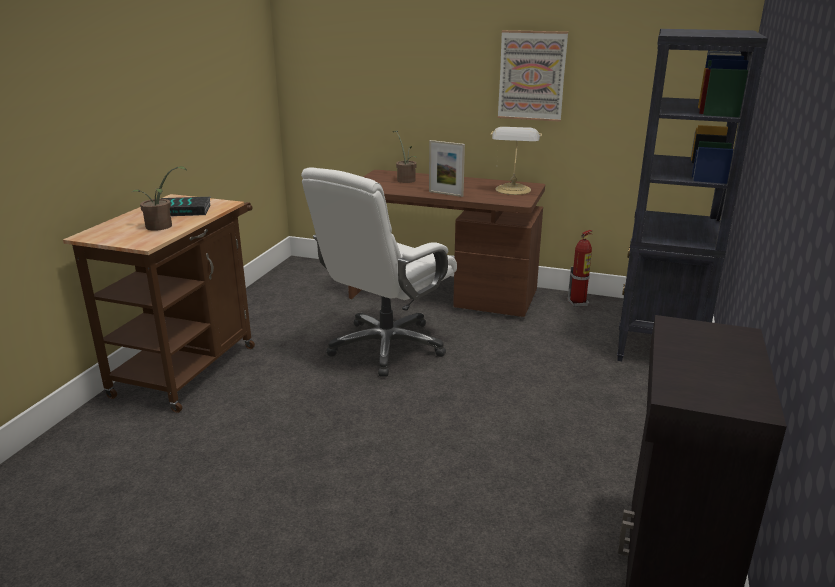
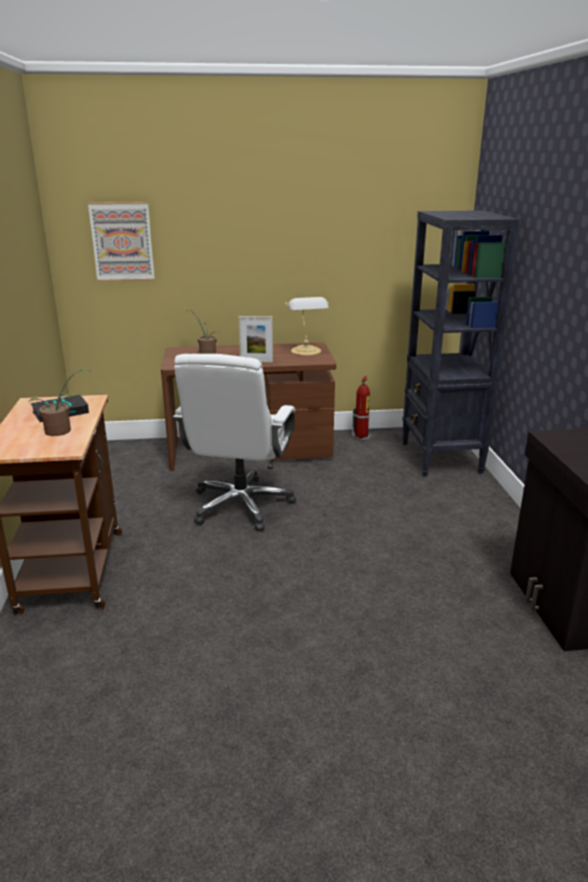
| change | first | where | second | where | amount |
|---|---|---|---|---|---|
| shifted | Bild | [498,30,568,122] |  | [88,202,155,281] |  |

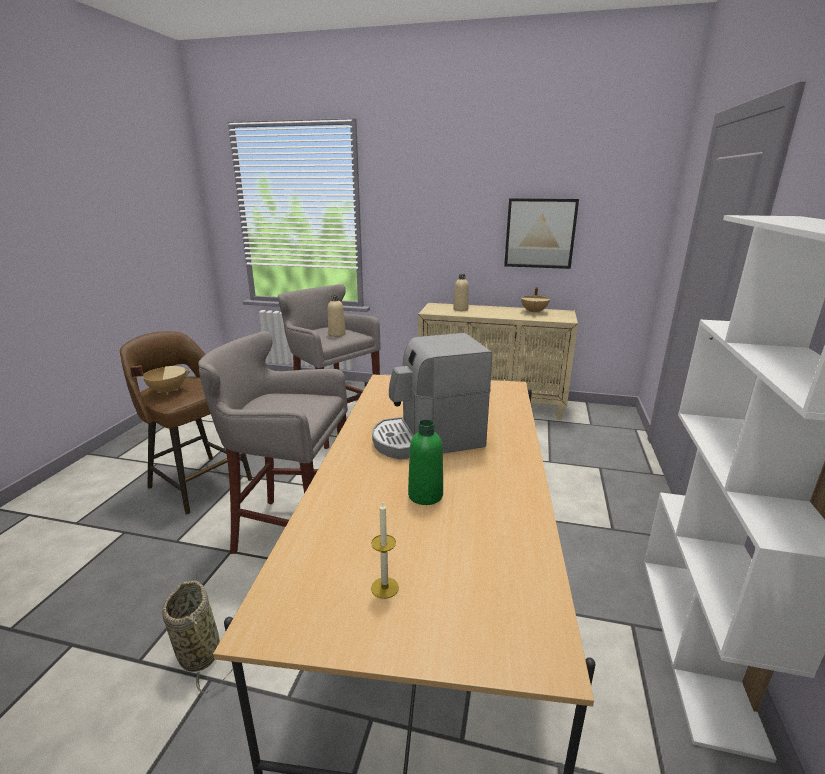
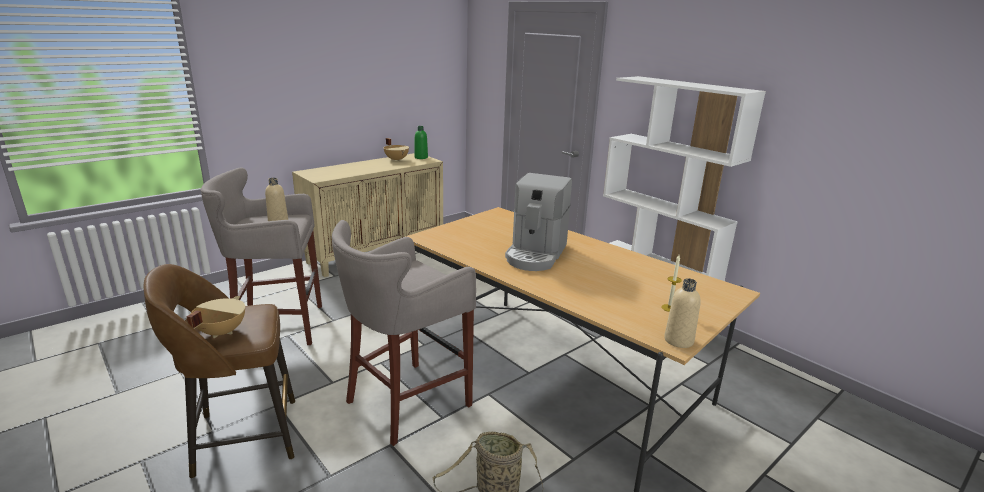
| change | first | where | second | where | amount |
|---|---|---|---|---|---|
| gone | Bild | [504,198,579,269] |  |  |  |
| shifted | Flasche [grün] | [408,419,443,505] |  | [414,126,428,159] |  |
| shifted | Flasche [beige] | [453,274,469,311] |  | [664,278,701,348] |  |

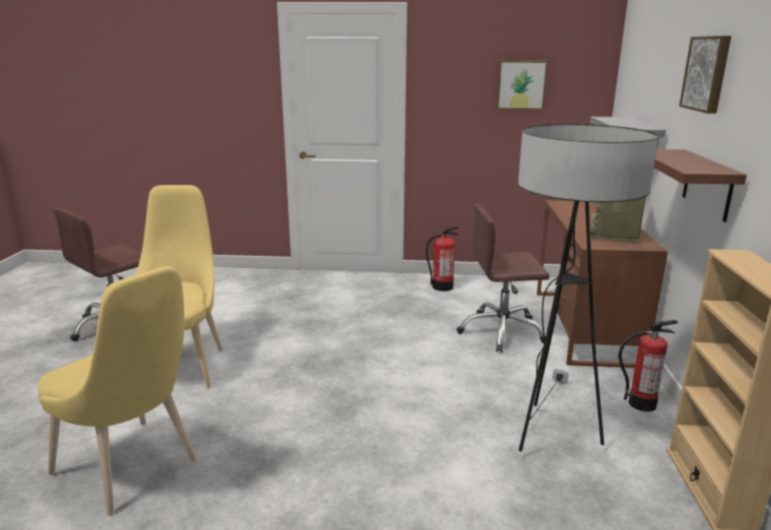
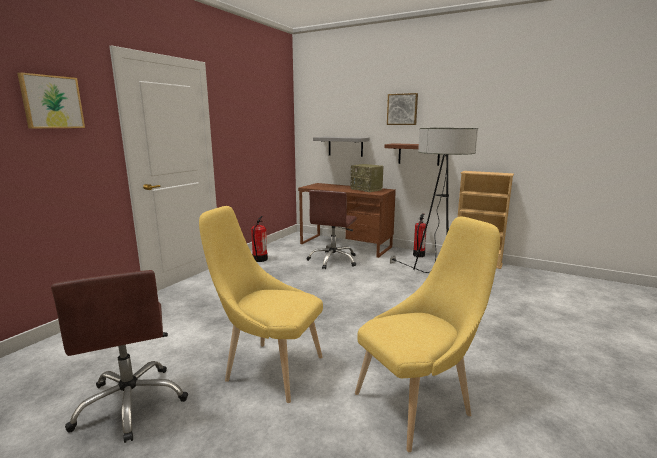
| change | first | where | second | where | amount |
|---|---|---|---|---|---|
| shifted | Bild | [496,61,548,110] |  | [17,72,85,129] |  |

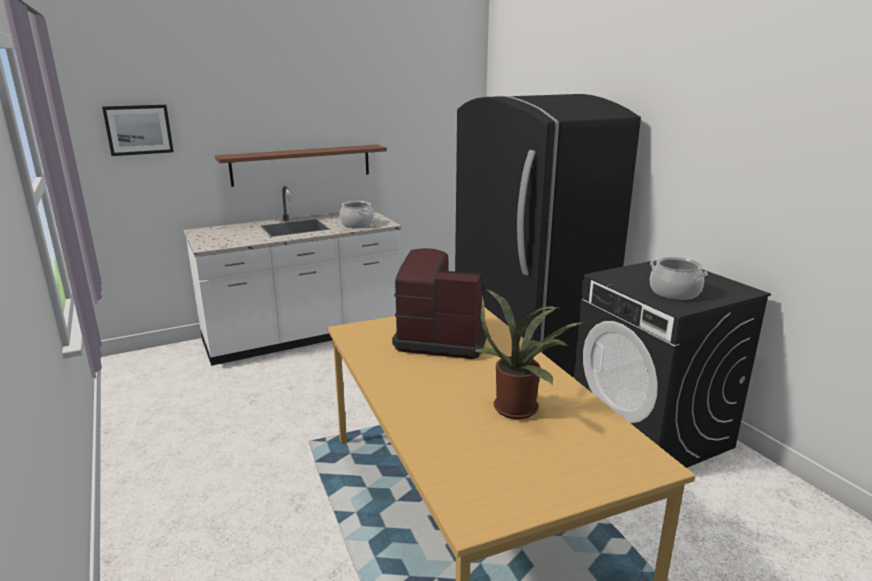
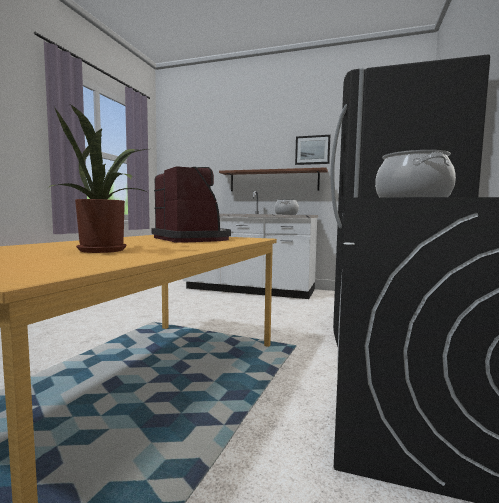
| change | first | where | second | where | amount |
|---|---|---|---|---|---|
| shifted | Bild | [102,105,174,156] |  | [295,135,330,165] |  |

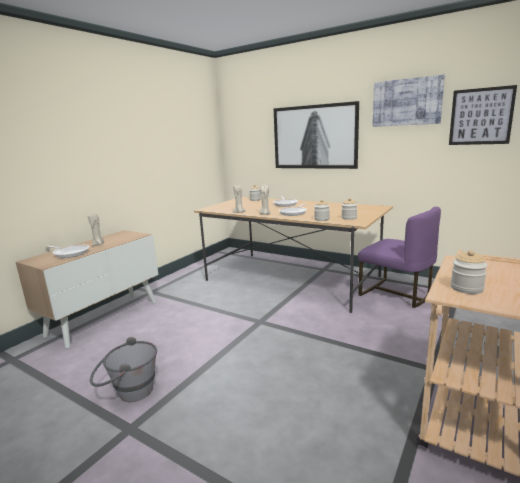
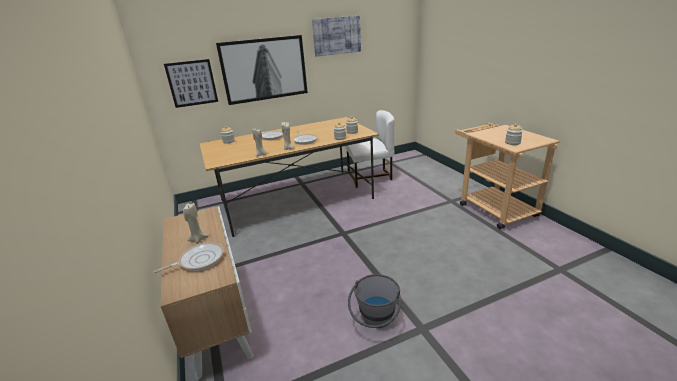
| change | first | where | second | where | amount |
|---|---|---|---|---|---|
| shifted | Bild | [449,85,517,145] |  | [164,59,218,108] |  |
| repainted | Stuhl [lila] | [358,207,441,308] | Stuhl [weiß] | [345,110,395,188] |  |

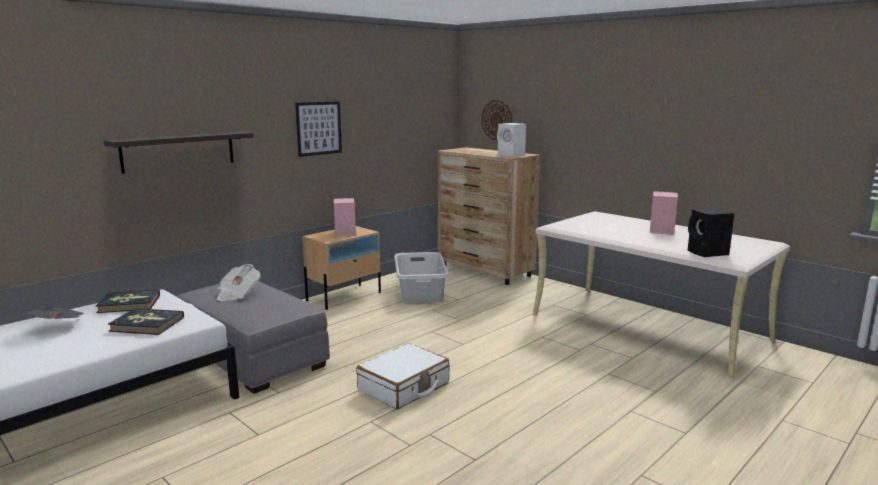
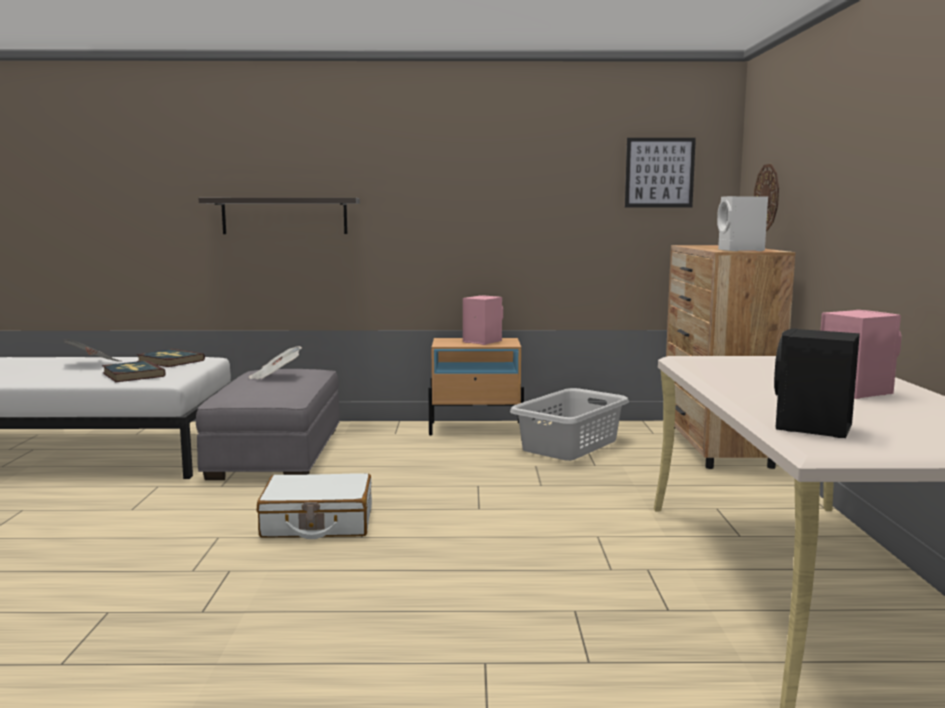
| change | first | where | second | where | amount |
|---|---|---|---|---|---|
| shifted | Bild | [295,101,342,157] |  | [625,138,696,207] |  |

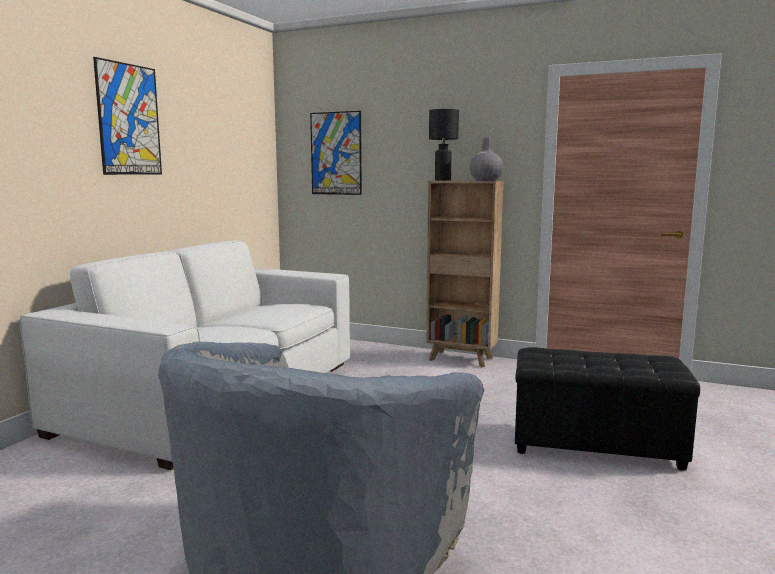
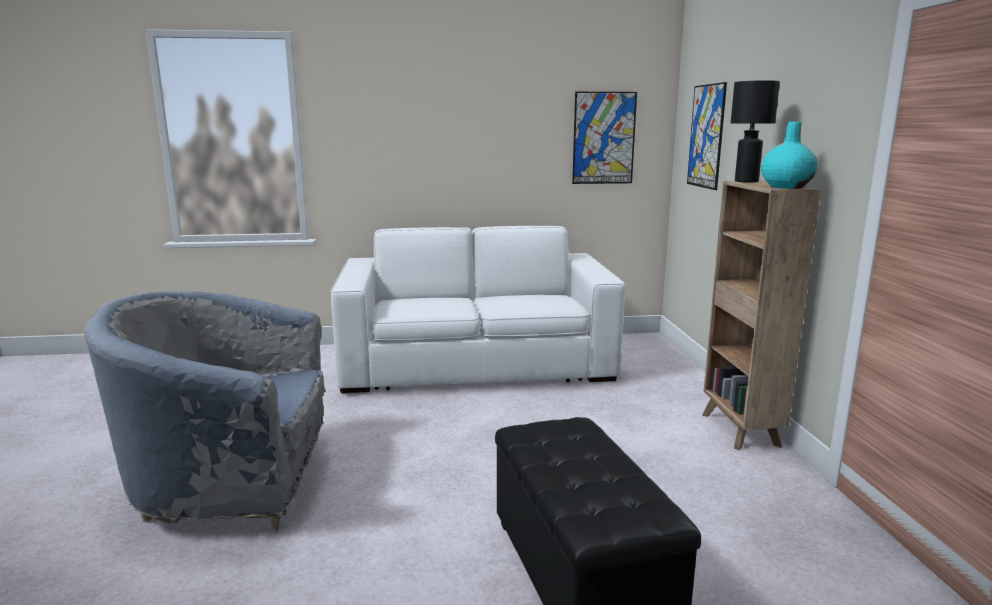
| change | first | where | second | where | amount |
|---|---|---|---|---|---|
| shifted | Bild | [93,57,162,175] |  | [572,92,637,184] |  |
| repainted | Vase [grau] | [469,137,504,181] | Vase [türkis] | [761,122,818,189] |  |

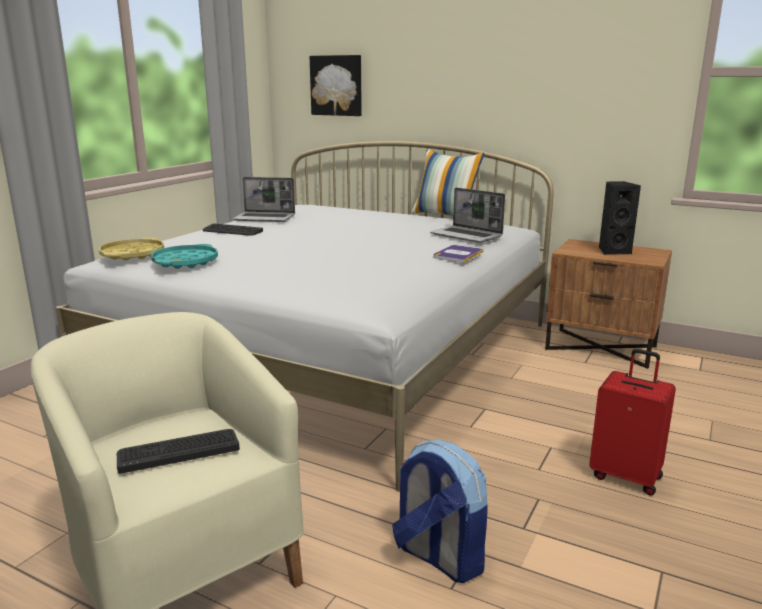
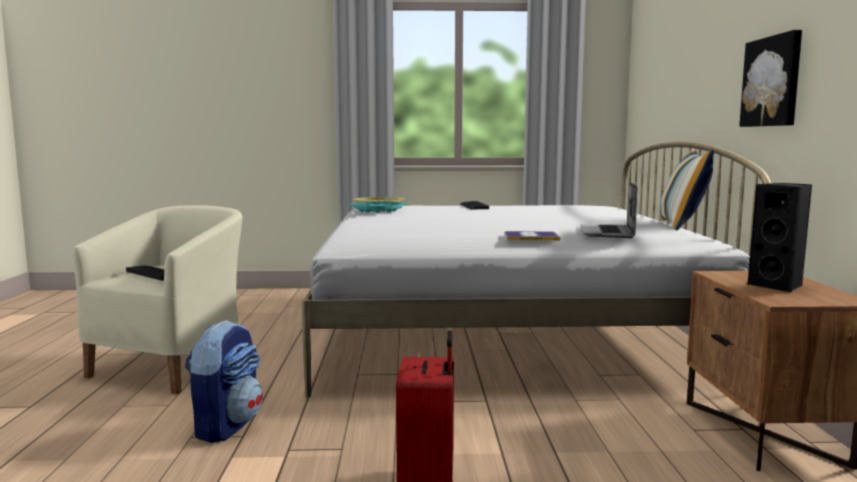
| change | first | where | second | where | amount |
|---|---|---|---|---|---|
| gone | Laptop | [233,177,295,222] |  |  |  |
| shifted | Bild | [310,55,362,116] |  | [739,30,802,127] |  |

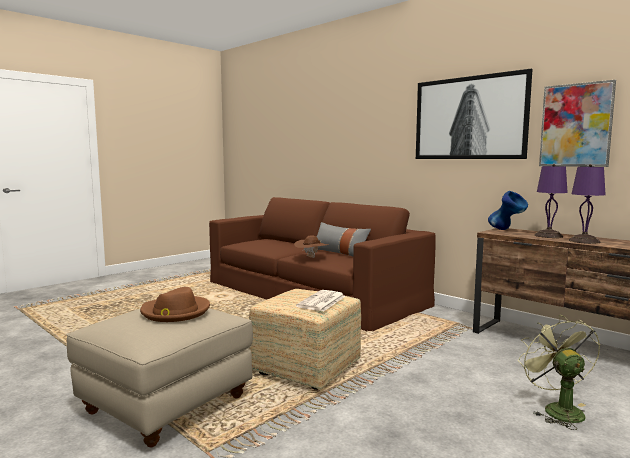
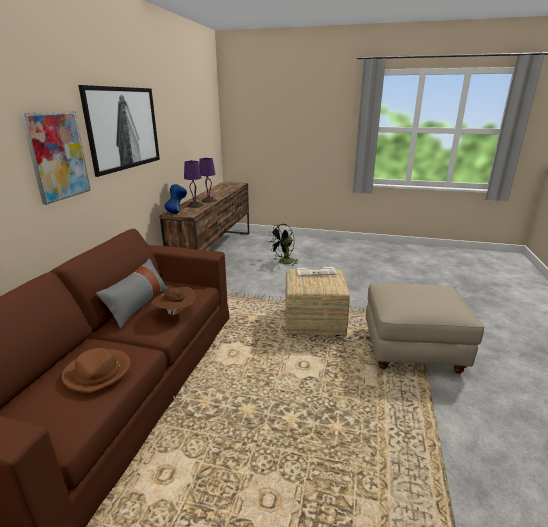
| change | first | where | second | where | amount |
|---|---|---|---|---|---|
| shifted | Hut [braun] | [140,287,210,322] |  | [62,348,131,394] |  |
| shifted | Bild | [539,80,616,167] |  | [20,111,91,205] |  |
| repainted | Ventilator [grün] | [518,315,600,430] | Ventilator [schwarz] | [269,224,298,266] |  |

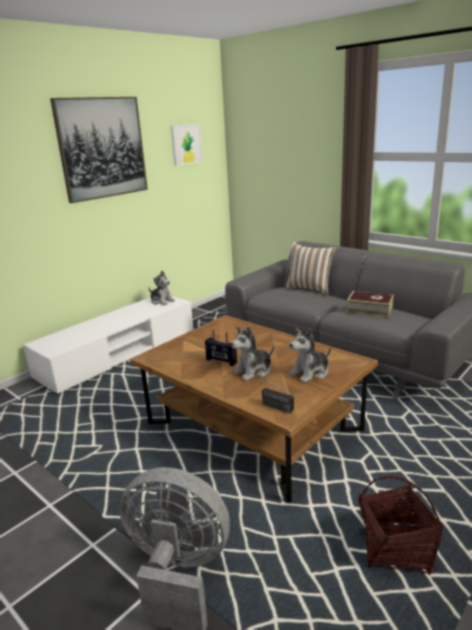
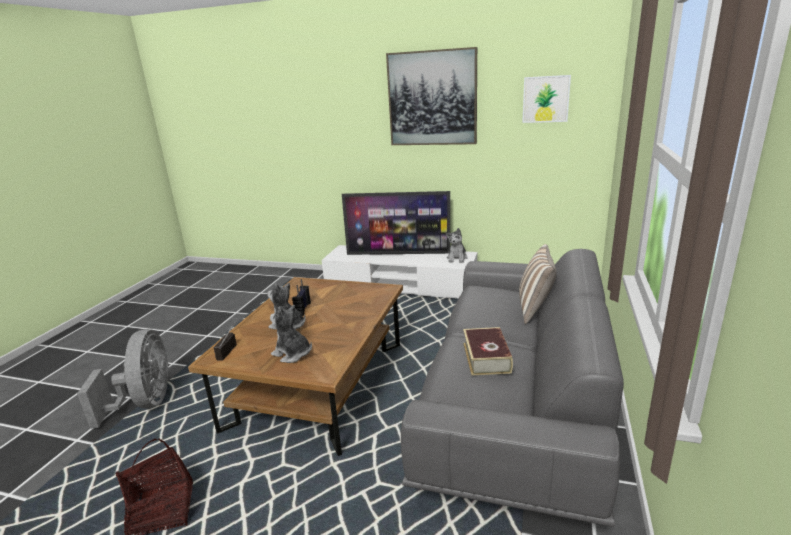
| change | first | where | second | where | amount |
|---|---|---|---|---|---|
| new |  |  | Fernseher | [342,191,450,255] |  |

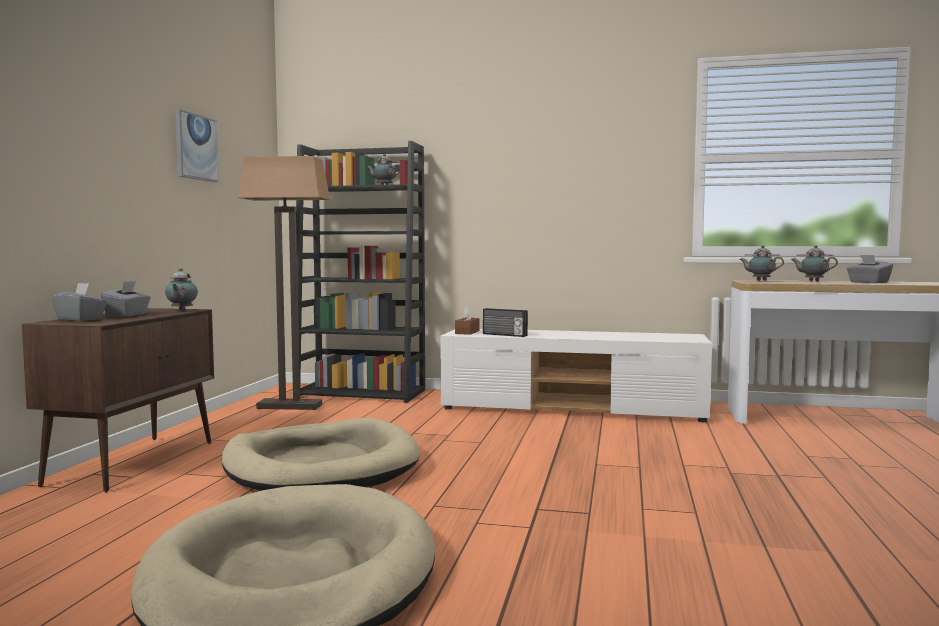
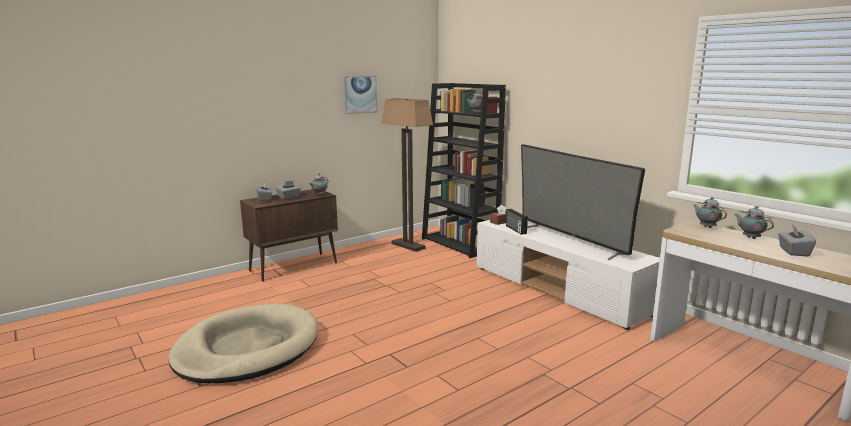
| change | first | where | second | where | amount |
|---|---|---|---|---|---|
| gone | Hundebett [beige] | [222,418,420,491] |  |  |  |
| new |  |  | Fernseher | [521,144,645,260] |  |

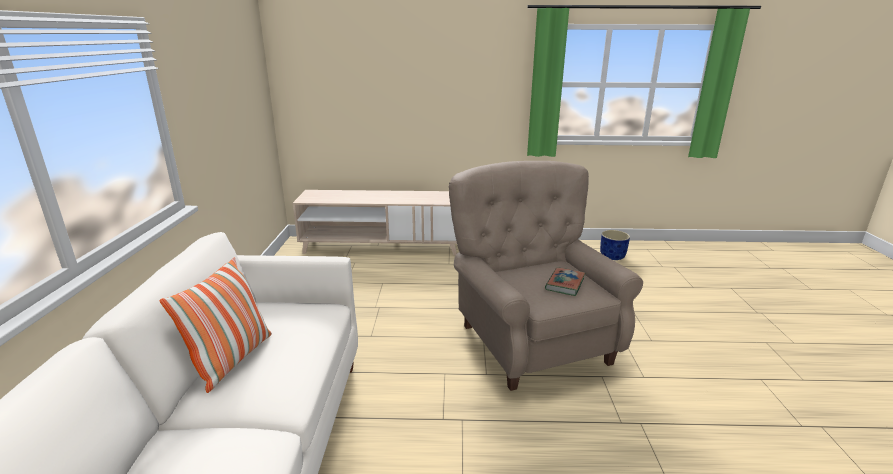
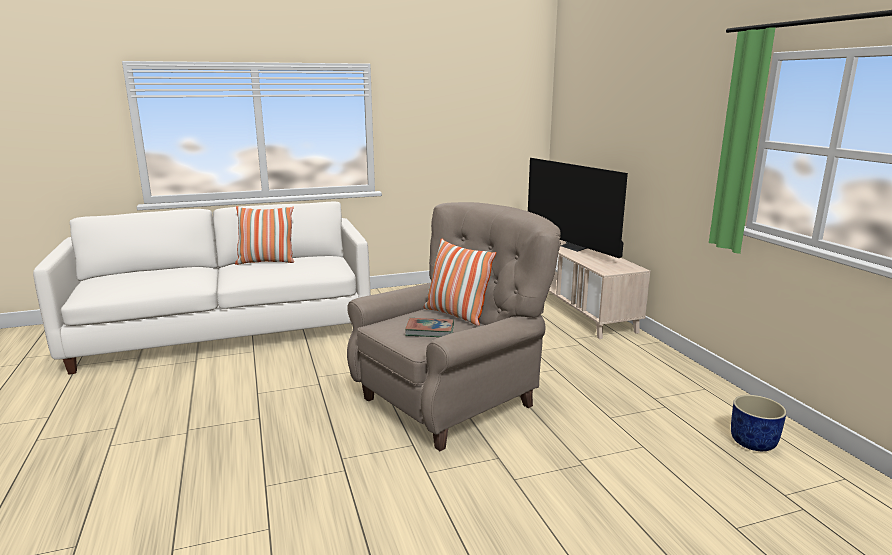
| change | first | where | second | where | amount |
|---|---|---|---|---|---|
| new |  |  | Kissen | [424,238,496,326] |  |
| new |  |  | Fernseher | [528,158,628,258] |  |

